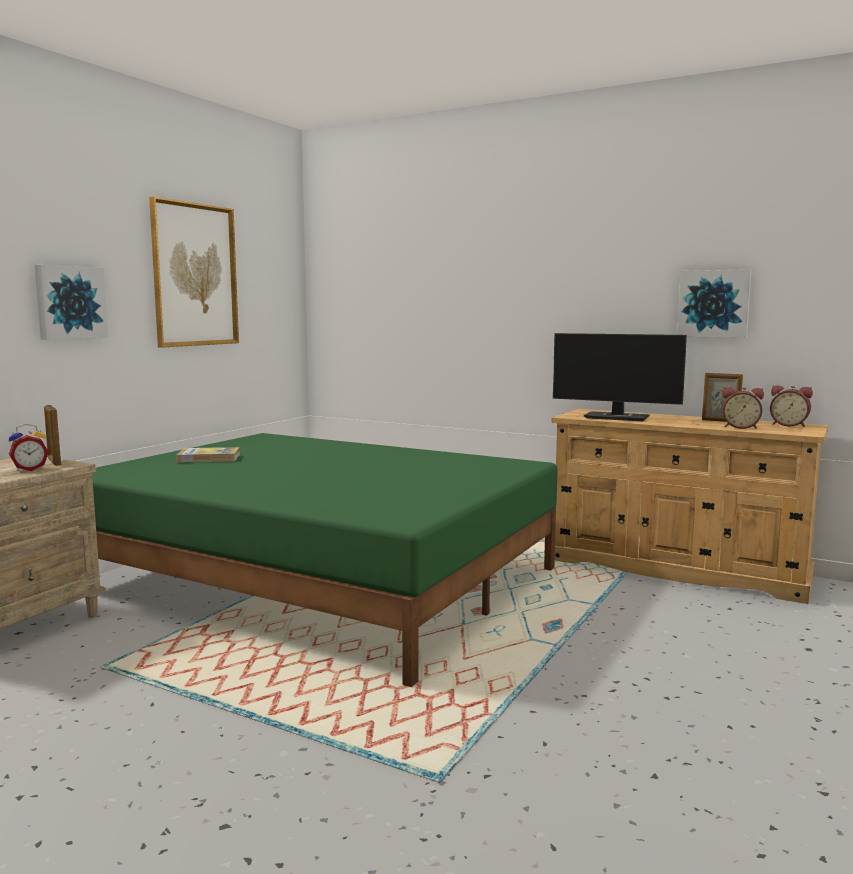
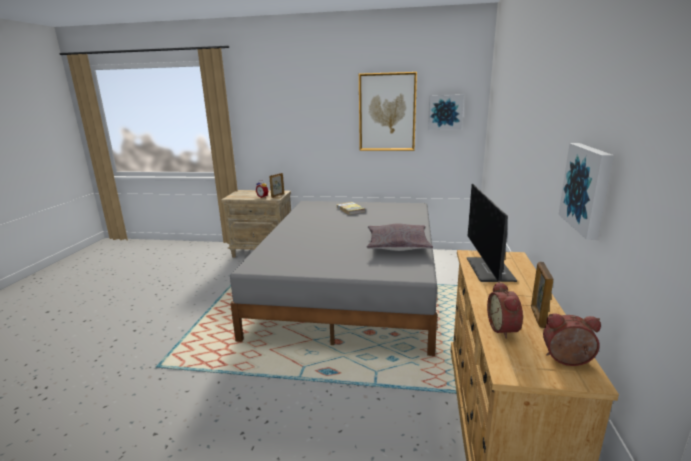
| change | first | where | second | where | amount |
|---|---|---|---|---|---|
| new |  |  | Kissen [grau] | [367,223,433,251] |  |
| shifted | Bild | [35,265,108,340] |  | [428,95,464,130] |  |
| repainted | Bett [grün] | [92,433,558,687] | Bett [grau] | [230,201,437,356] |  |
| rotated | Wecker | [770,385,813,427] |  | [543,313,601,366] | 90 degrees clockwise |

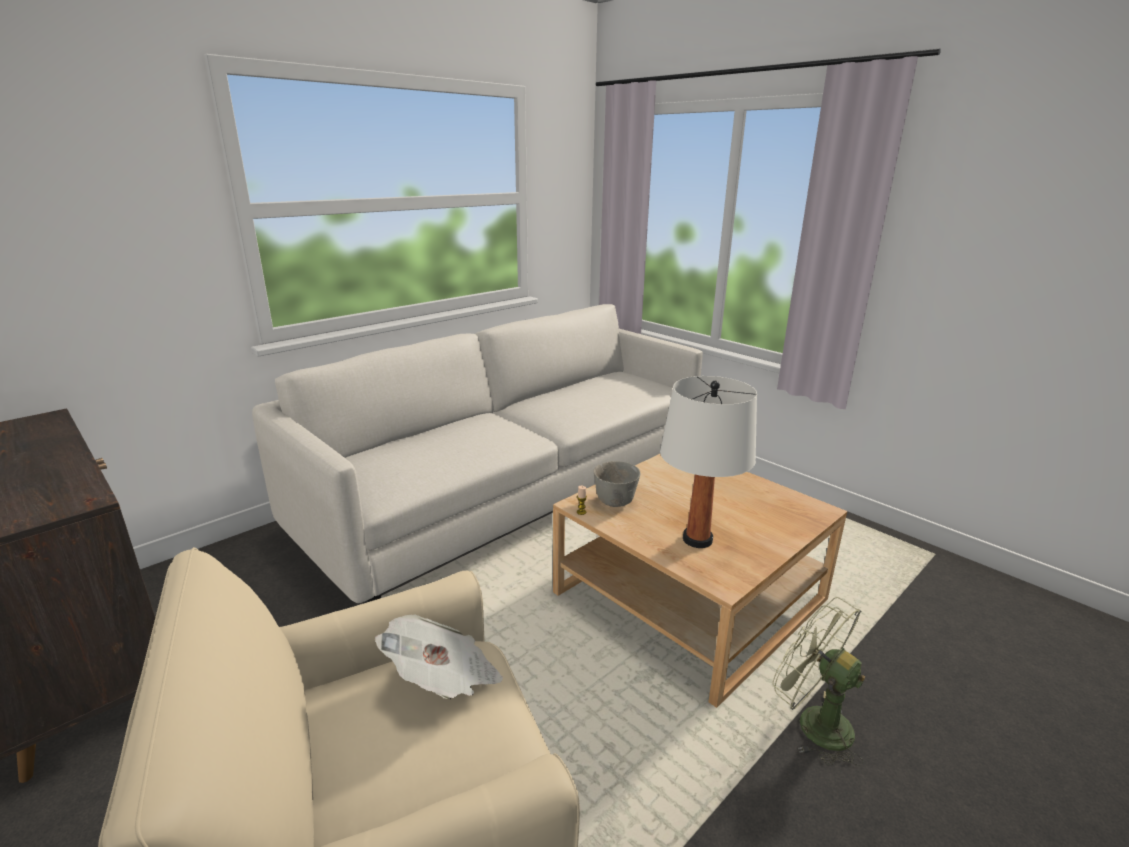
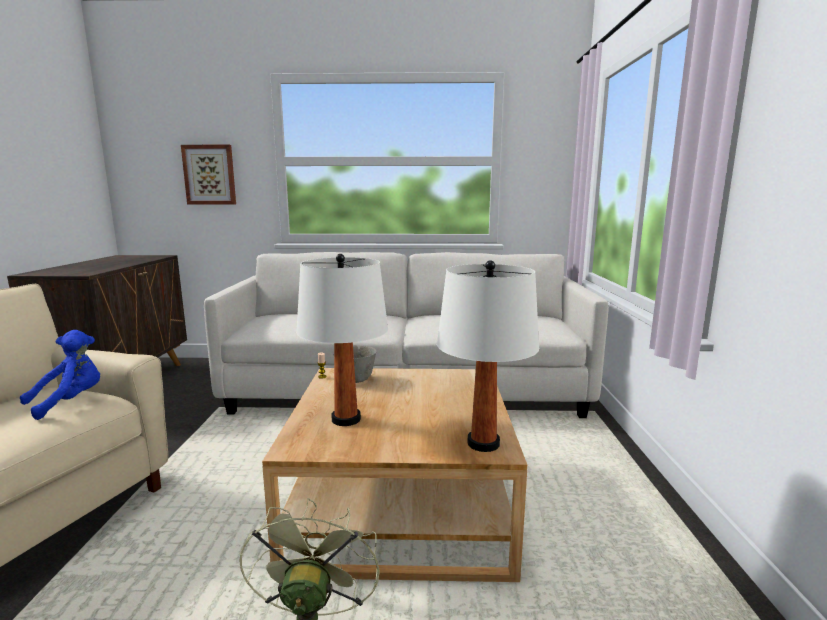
| change | first | where | second | where | amount |
|---|---|---|---|---|---|
| new |  |  | Bild | [181,145,236,205] |  |
| new |  |  | Tischlampe [weiß] | [437,260,539,452] |  |
| swapped | Zeitung | [375,614,503,699] | Plüschtier [blau] | [20,330,100,420] |  |

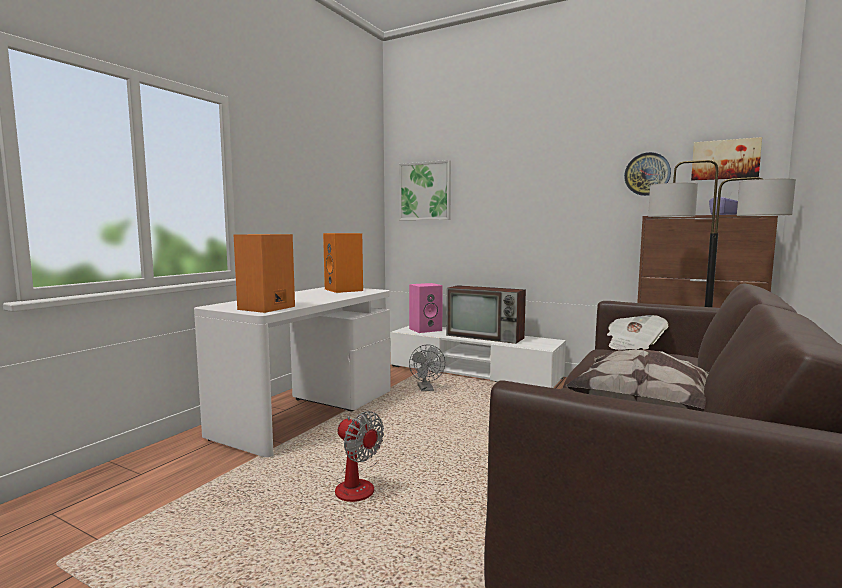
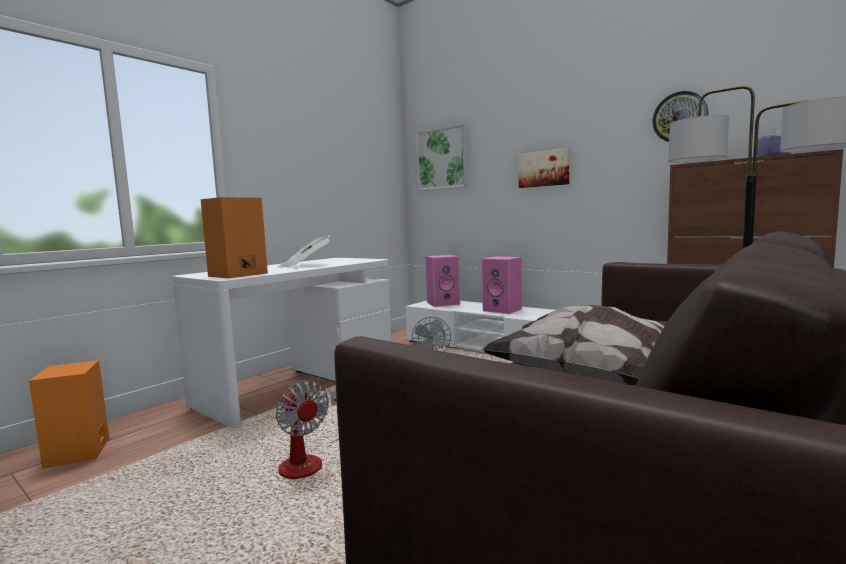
| change | first | where | second | where | amount |
|---|---|---|---|---|---|
| shifted | Lautsprecher [orange] | [323,233,363,293] |  | [29,360,109,469] |  |
| shifted | Zeitung | [607,315,668,350] |  | [278,235,331,268] |  |
| shifted | Bild | [691,137,762,181] |  | [518,148,570,188] |  |
| swapped | Fernseher | [446,285,526,344] | Lautsprecher [rosa] | [482,257,522,314] |  |

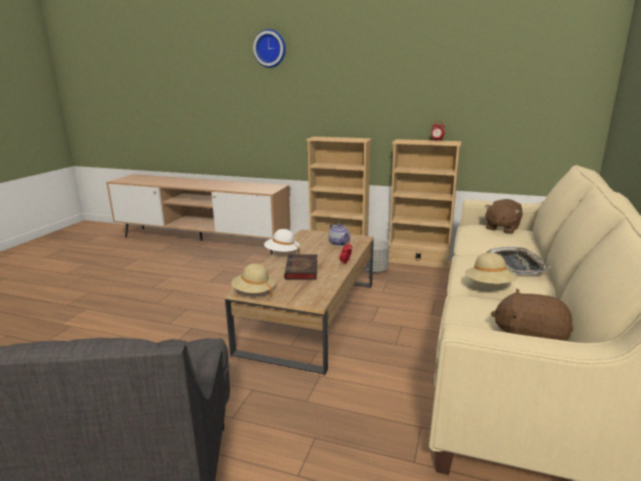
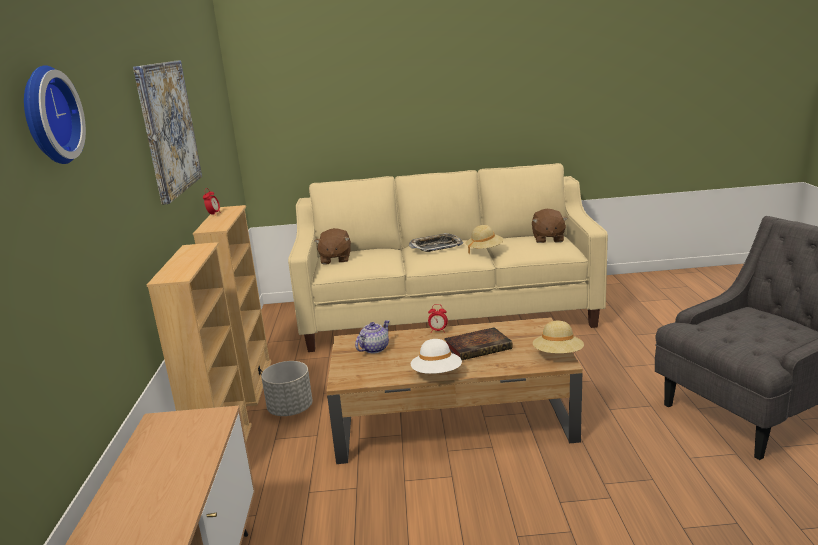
| change | first | where | second | where | amount |
|---|---|---|---|---|---|
| new |  |  | Bild | [133,60,202,205] |  |
| rotated | Plüschtier [braun] | [485,199,523,234] |  | [315,228,351,265] | 75 degrees clockwise |

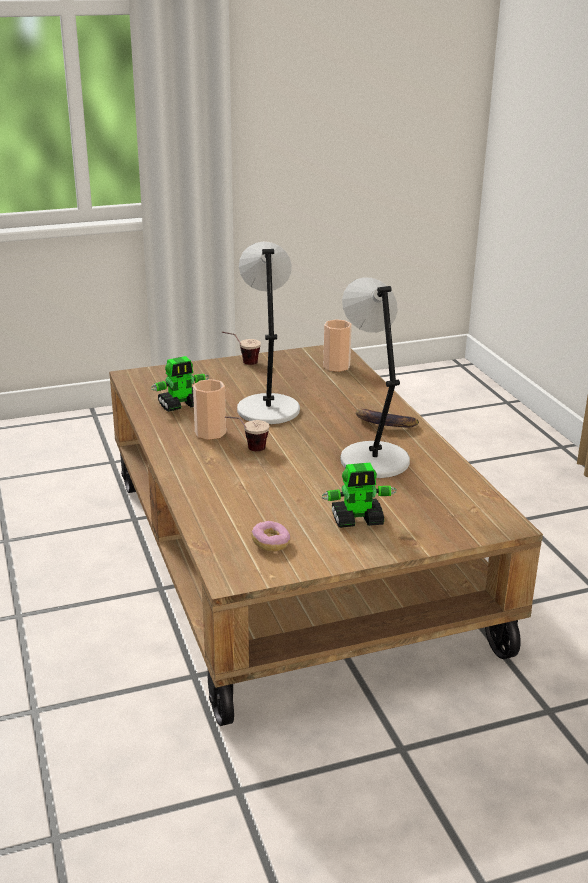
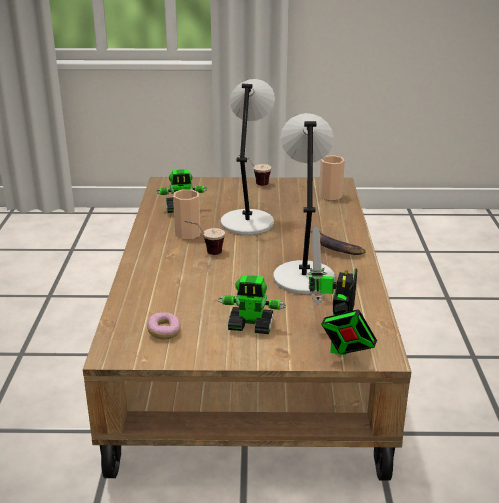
| change | first | where | second | where | amount |
|---|---|---|---|---|---|
| new |  |  | Spielzeugroboter | [307,225,377,355] |  |

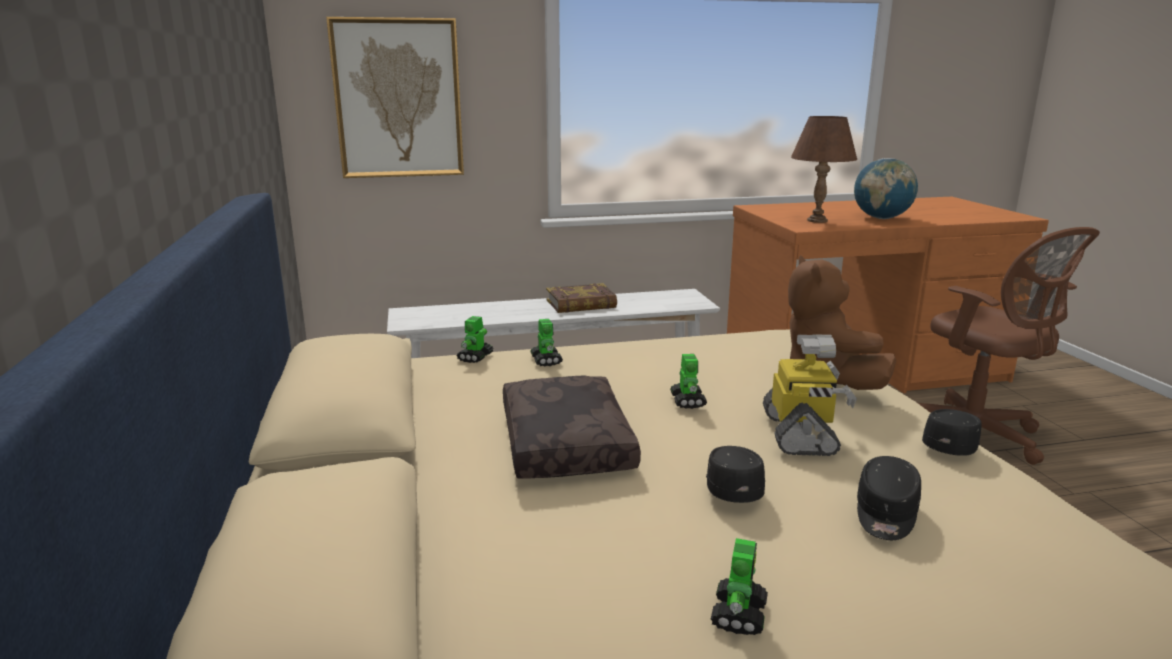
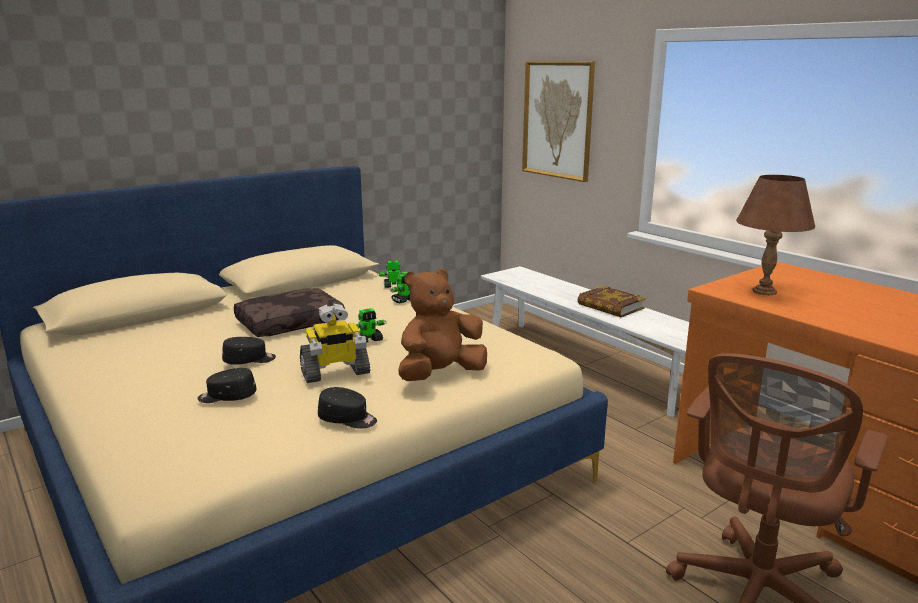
| change | first | where | second | where | amount |
|---|---|---|---|---|---|
| gone | Spielzeugroboter | [711,538,768,635] |  |  |  |
| gone | Globus | [854,158,918,219] |  |  |  |

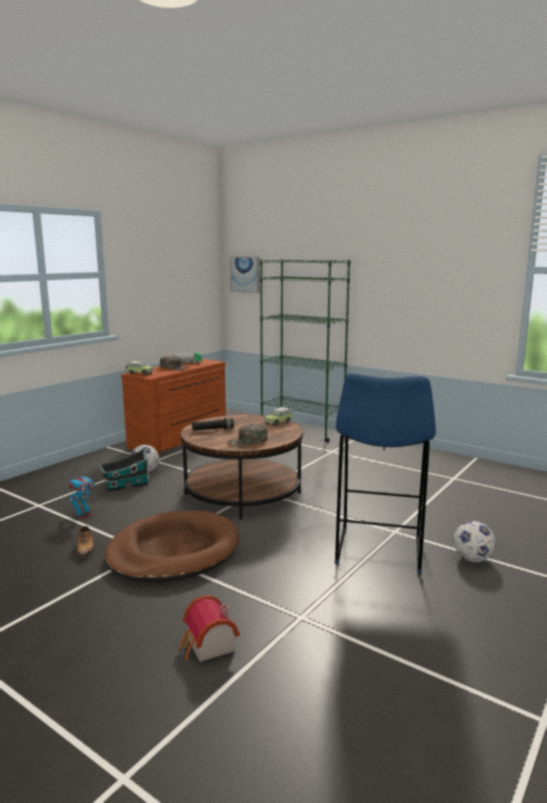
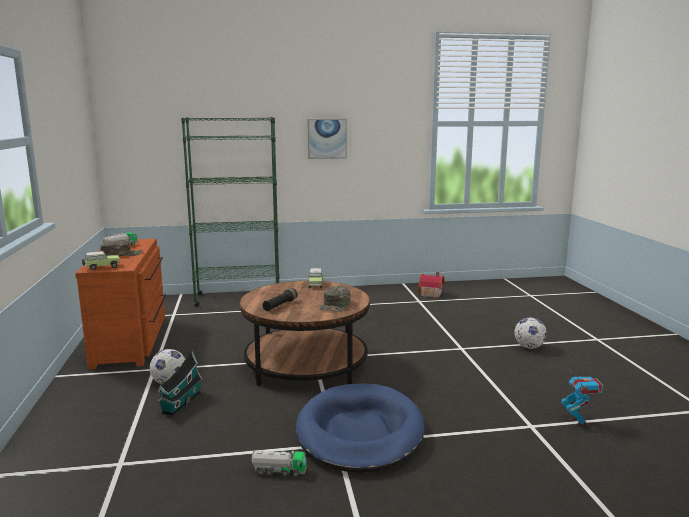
| change | first | where | second | where | amount |
|---|---|---|---|---|---|
| gone | Hocker [blau] | [335,373,436,574] |  |  |  |
| shifted | Spielzeugroboter | [66,467,95,519] |  | [561,367,603,426] |  |
| shifted | Spielzeughaus | [180,595,240,662] |  | [418,272,445,299] |  |
| shifted | Bild | [230,256,260,293] |  | [307,119,347,159] |  |
| swapped | Schuh | [77,526,94,557] | Spielzeuglaster | [252,449,307,477] |  |
| repainted | Hundebett [braun] | [105,510,239,582] | Hundebett [blau] | [296,384,424,473] |  |

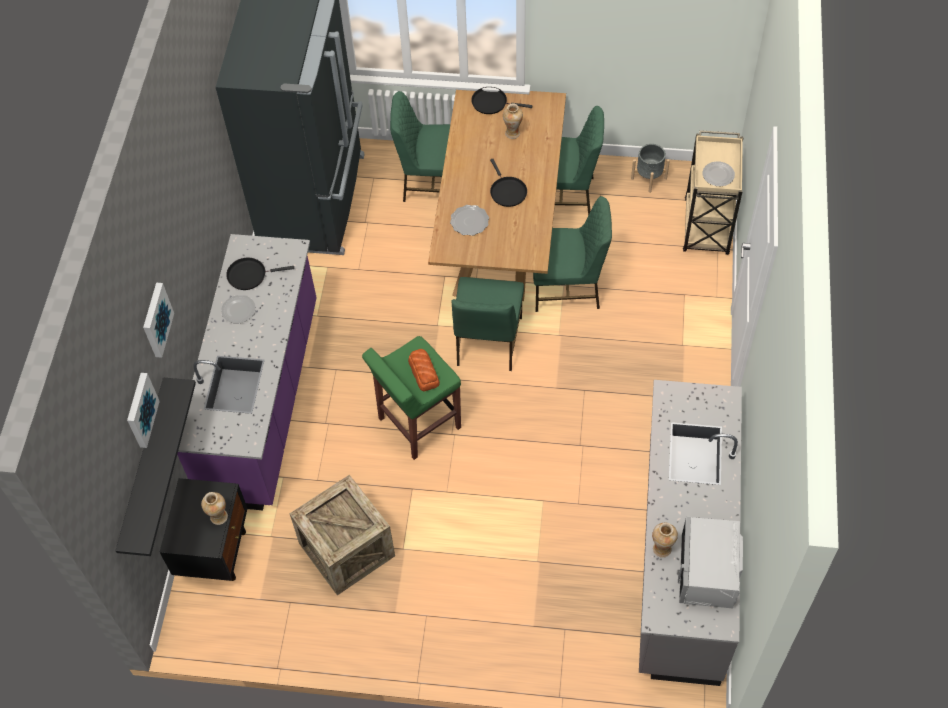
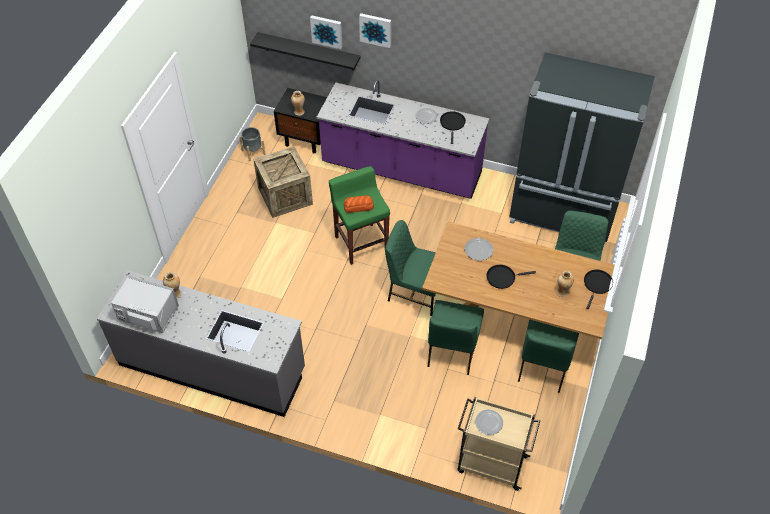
| change | first | where | second | where | amount |
|---|---|---|---|---|---|
| shifted | Pflanzkübel [grau] | [631,144,670,193] |  | [239,127,266,161] |  |

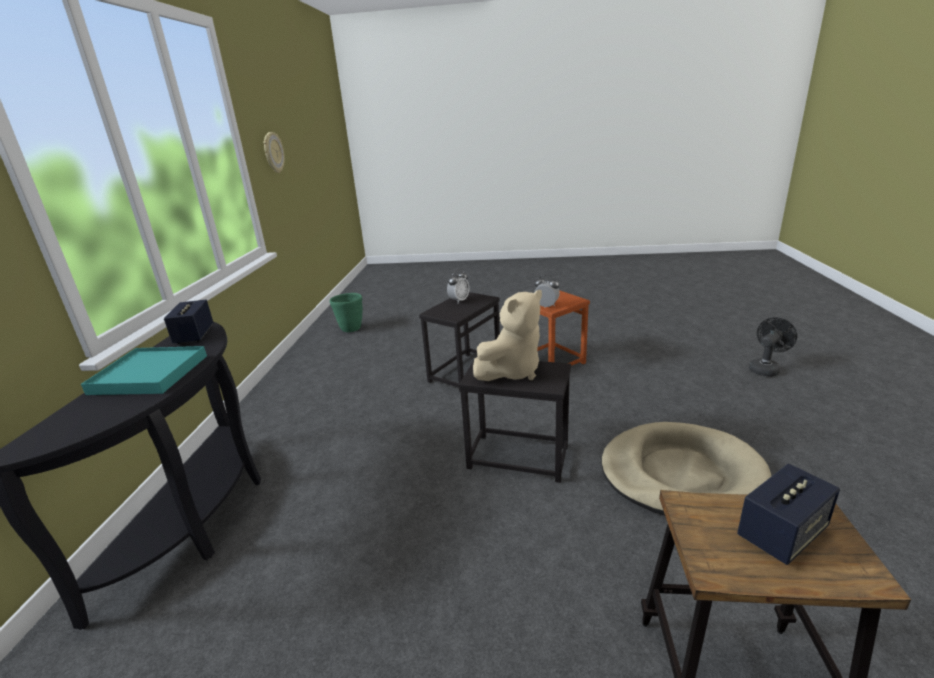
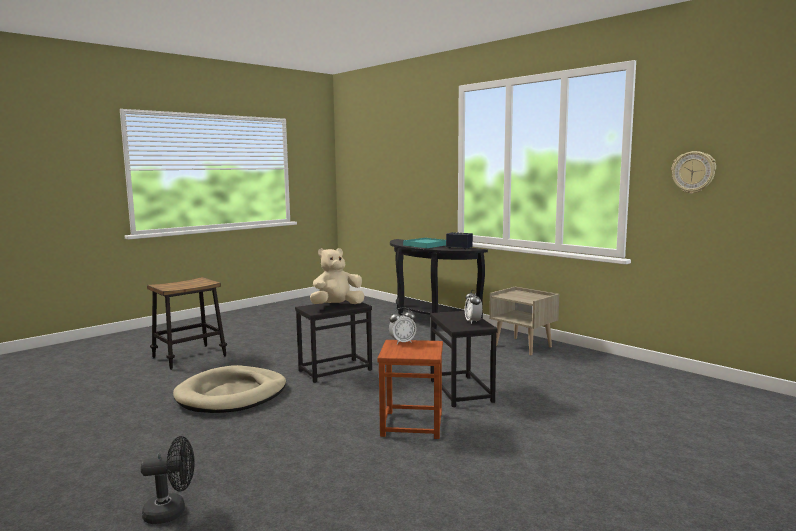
| change | first | where | second | where | amount |
|---|---|---|---|---|---|
| gone | Pflanzkübel [grün] | [330,293,363,332] |  |  |  |
| gone | Lautsprecher | [737,464,840,565] |  |  |  |
| new |  |  | Nachttisch [beige] | [489,287,559,355] |  |
| rotated | Plüschtier [beige] | [473,290,542,381] |  | [310,248,364,304] | 60 degrees clockwise |
| rotated | Ventilator [schwarz] | [749,317,797,377] |  | [141,436,195,524] | 105 degrees counterclockwise |

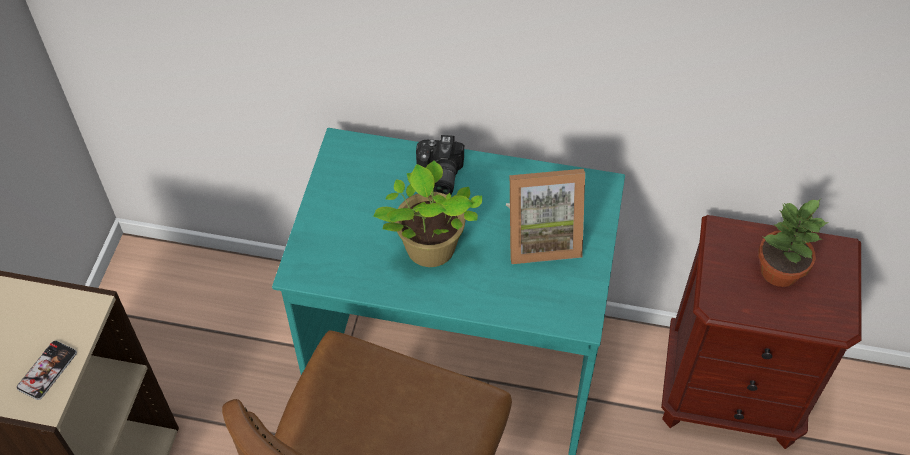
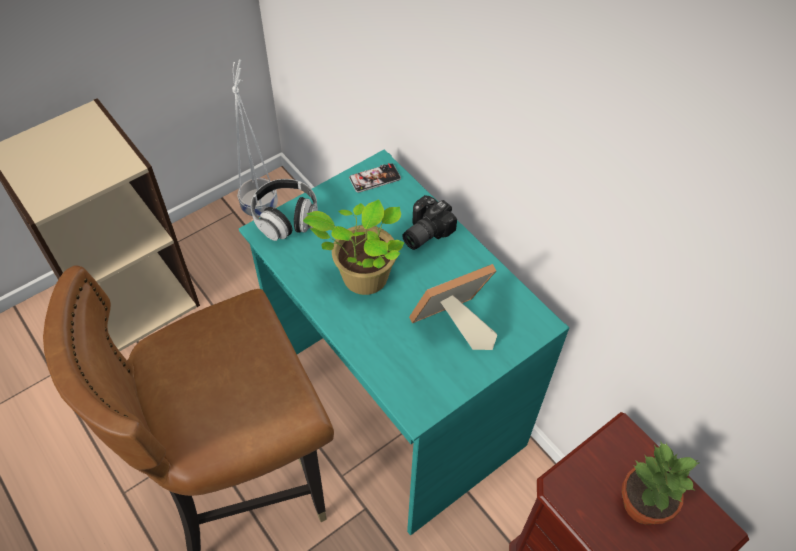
| change | first | where | second | where | amount |
|---|---|---|---|---|---|
| new |  |  | Pflanzkübel [weiß] | [232,60,278,217] |  |
| new |  |  | Kopfhörer | [251,179,318,241] |  |
| shifted | Handy | [17,341,77,400] |  | [349,163,401,193] |  |
| rotated | Bilderrahmen | [506,169,585,264] |  | [409,264,497,350] | 120 degrees clockwise |

